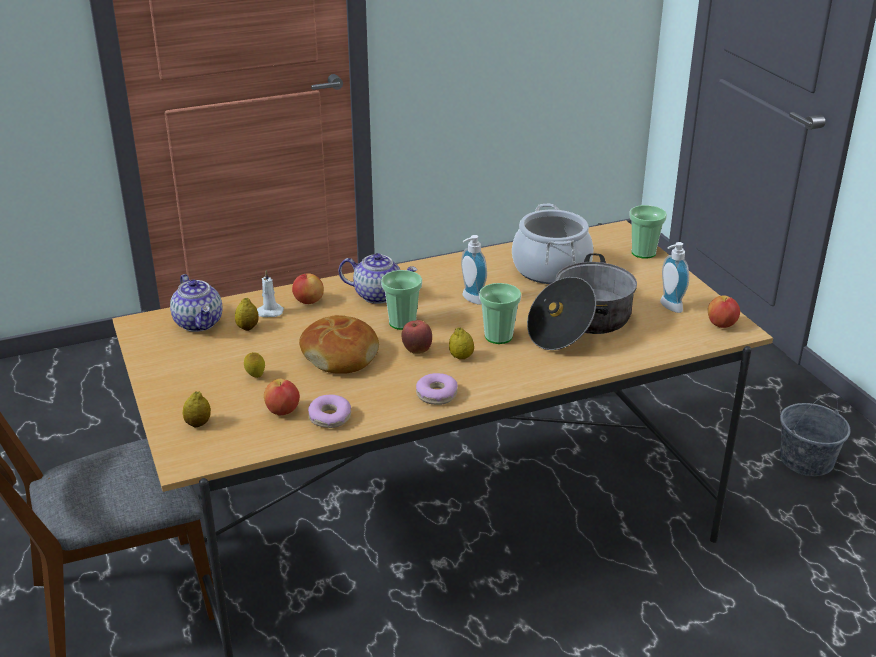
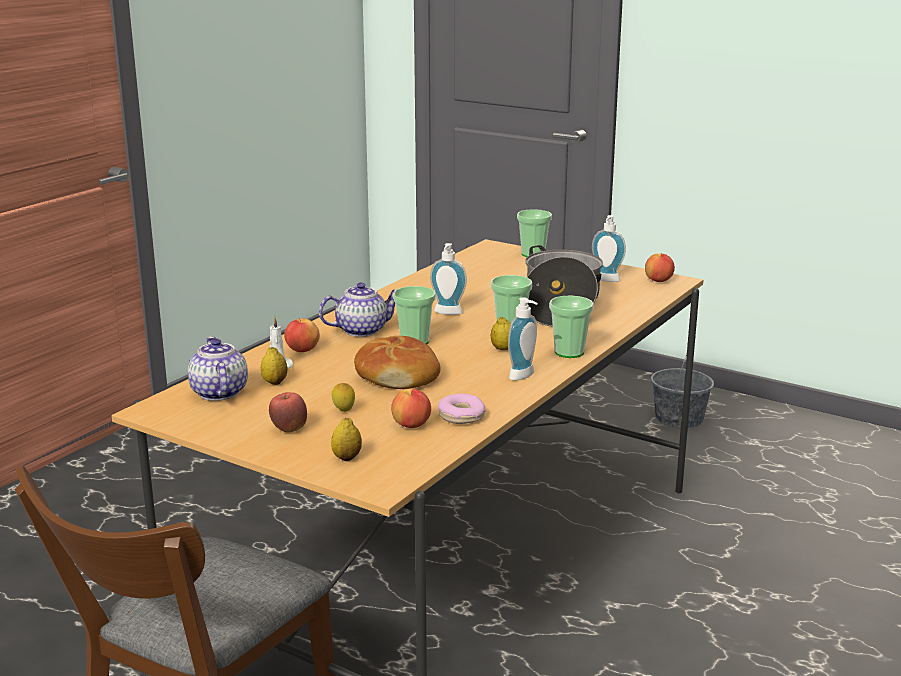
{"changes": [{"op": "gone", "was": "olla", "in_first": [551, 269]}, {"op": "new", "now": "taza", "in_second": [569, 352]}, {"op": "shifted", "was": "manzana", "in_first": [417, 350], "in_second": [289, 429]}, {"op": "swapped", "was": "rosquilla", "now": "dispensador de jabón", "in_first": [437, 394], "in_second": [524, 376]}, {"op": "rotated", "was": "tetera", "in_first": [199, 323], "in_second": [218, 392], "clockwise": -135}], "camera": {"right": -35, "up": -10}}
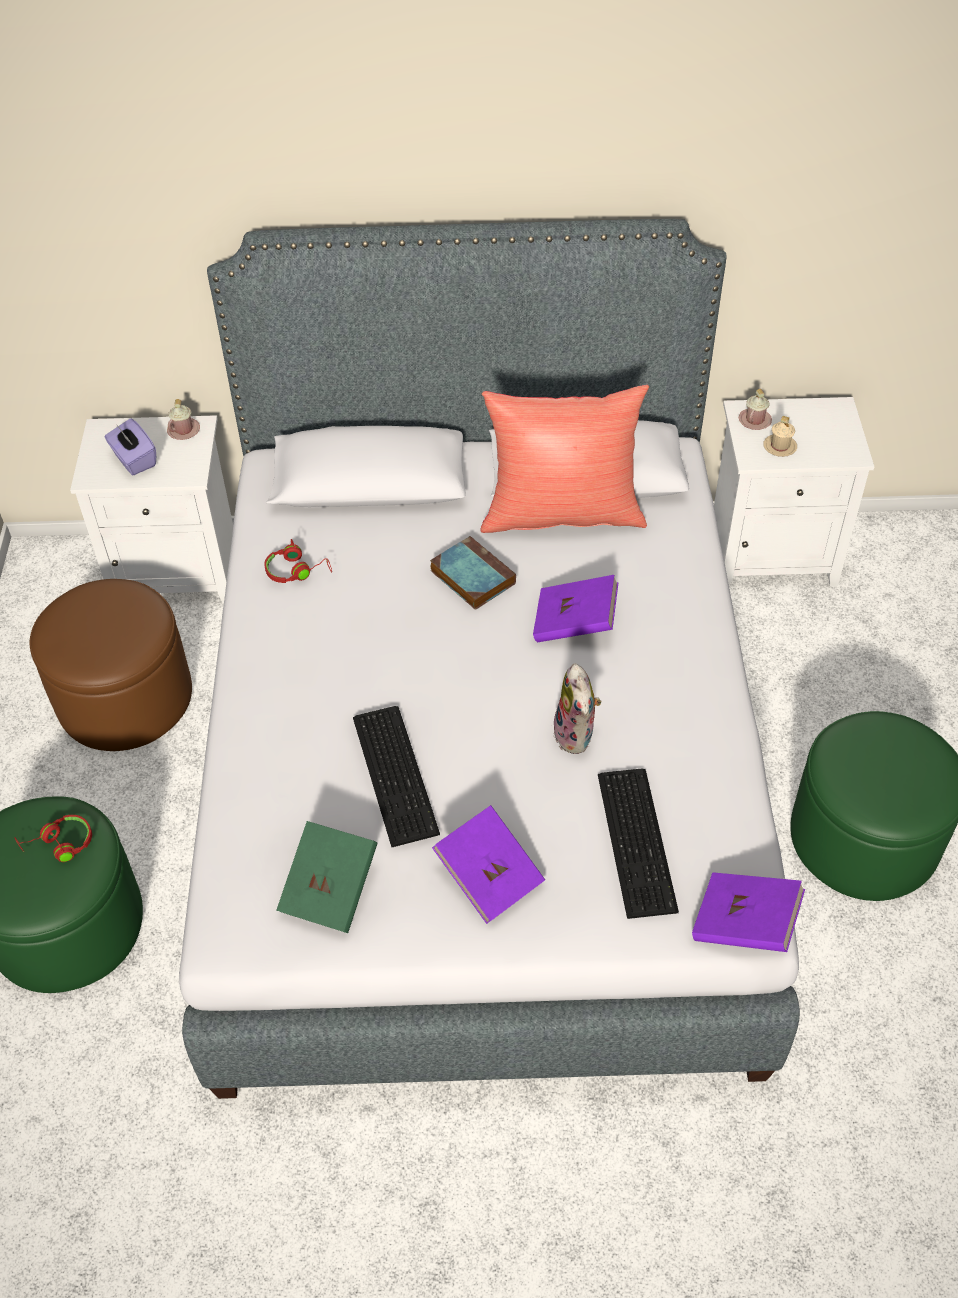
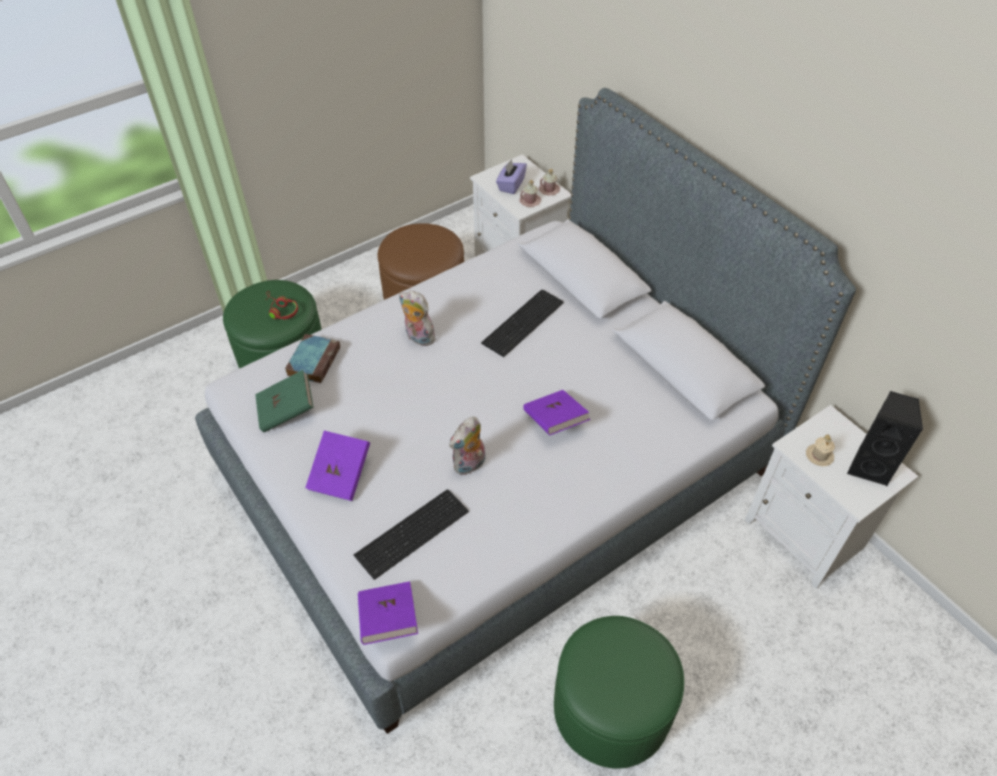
{"changes": [{"op": "gone", "was": "auriculares [rojo]", "in_first": [297, 570]}, {"op": "gone", "was": "cojín [rojo]", "in_first": [562, 513]}, {"op": "new", "now": "peluche", "in_second": [418, 337]}, {"op": "new", "now": "altavoz [negro]", "in_second": [869, 467]}, {"op": "shifted", "was": "teclado", "in_first": [397, 772], "in_second": [525, 323]}, {"op": "shifted", "was": "libro", "in_first": [471, 576], "in_second": [314, 360]}, {"op": "shifted", "was": "taza grande [rosa]", "in_first": [754, 420], "in_second": [530, 201]}], "camera": {"right": 55, "up": 0}}
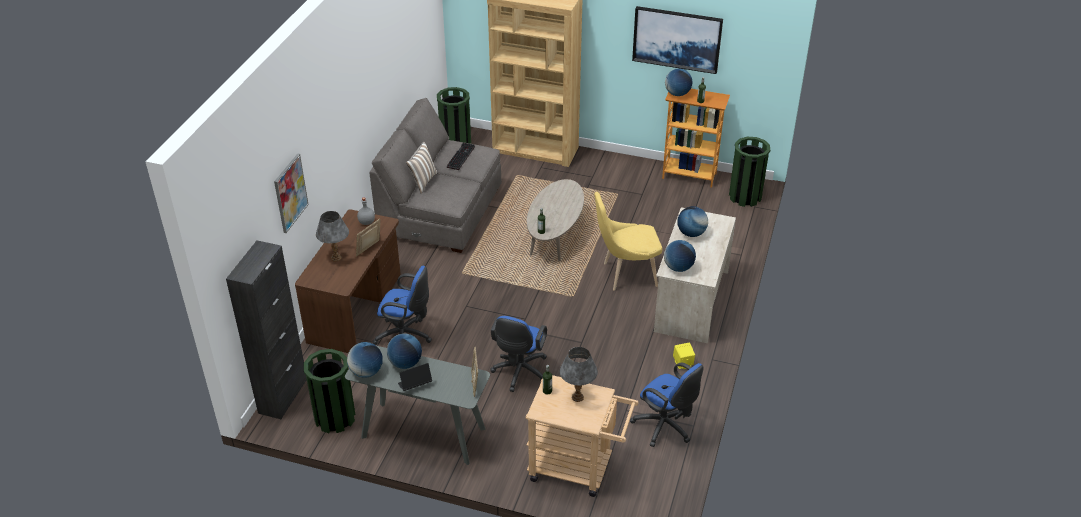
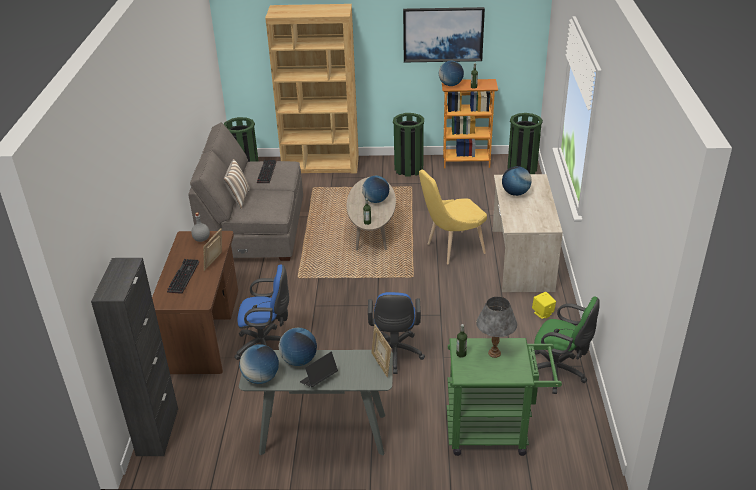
{"changes": [{"op": "gone", "was": "cuadro", "in_first": [290, 193]}, {"op": "shifted", "was": "papelera [verde]", "in_first": [335, 418], "in_second": [408, 169]}, {"op": "shifted", "was": "globo terráqueo", "in_first": [678, 268], "in_second": [376, 200]}, {"op": "swapped", "was": "lámpara de mesa [gris]", "now": "teclado", "in_first": [336, 257], "in_second": [182, 276]}, {"op": "repainted", "was": "carrito [beis]", "now": "carrito [verde]", "in_first": [578, 468], "in_second": [495, 432]}, {"op": "repainted", "was": "silla de oficina [azul]", "now": "silla de oficina [verde]", "in_first": [666, 427], "in_second": [558, 373]}], "camera": {"right": -15, "up": -5}}
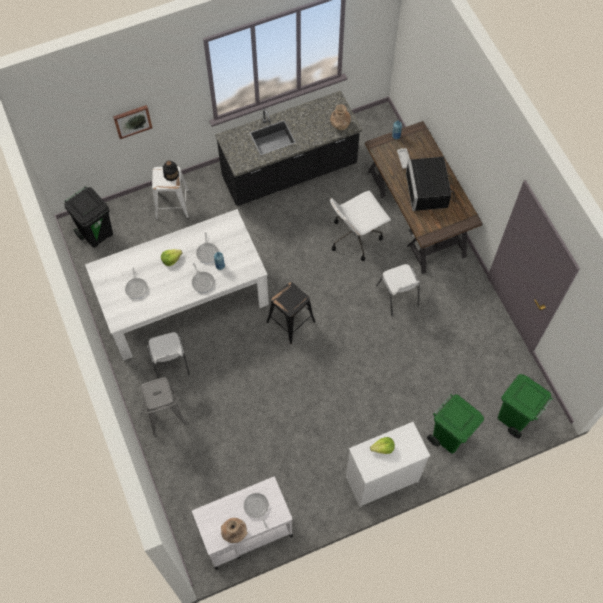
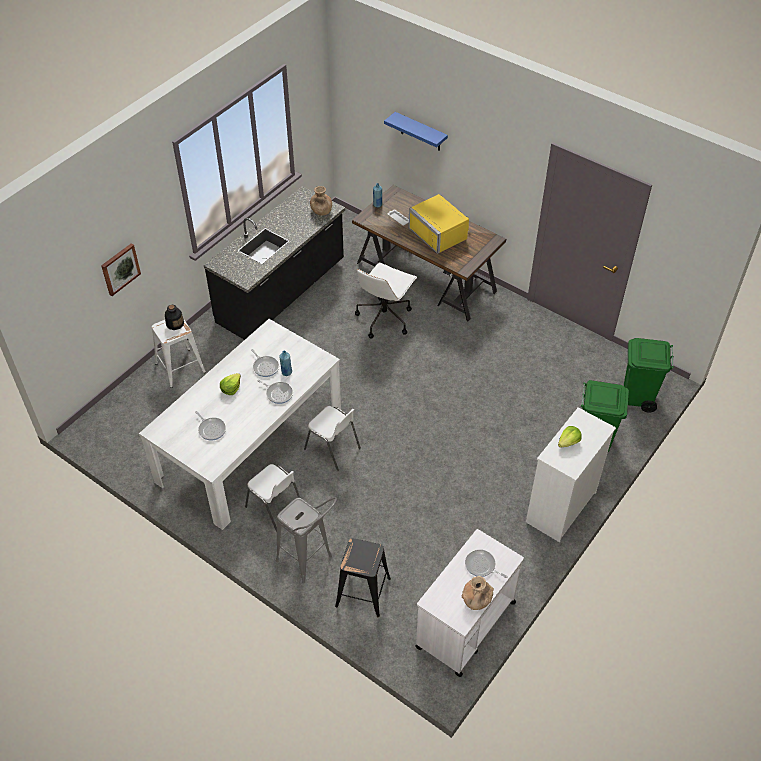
{"changes": [{"op": "gone", "was": "papelera [negro]", "in_first": [97, 233]}, {"op": "new", "now": "estante [azul]", "in_second": [420, 132]}, {"op": "shifted", "was": "taburete [negro]", "in_first": [291, 322], "in_second": [363, 592]}, {"op": "shifted", "was": "silla [blanco]", "in_first": [398, 296], "in_second": [333, 449]}, {"op": "repainted", "was": "microondas [negro]", "now": "microondas [amarillo]", "in_first": [430, 191], "in_second": [441, 233]}], "camera": {"right": -30, "up": -15}}
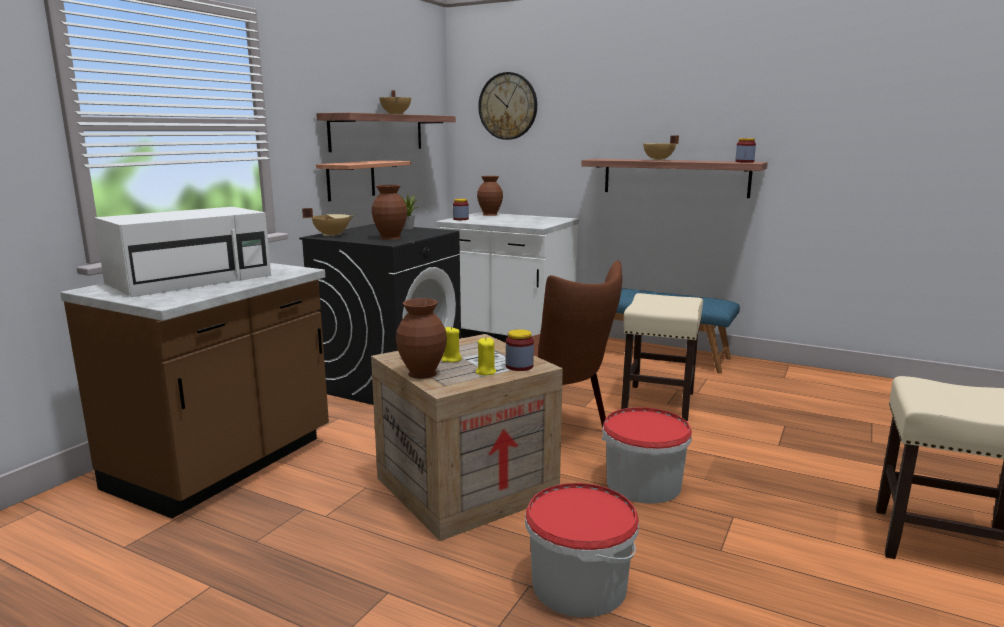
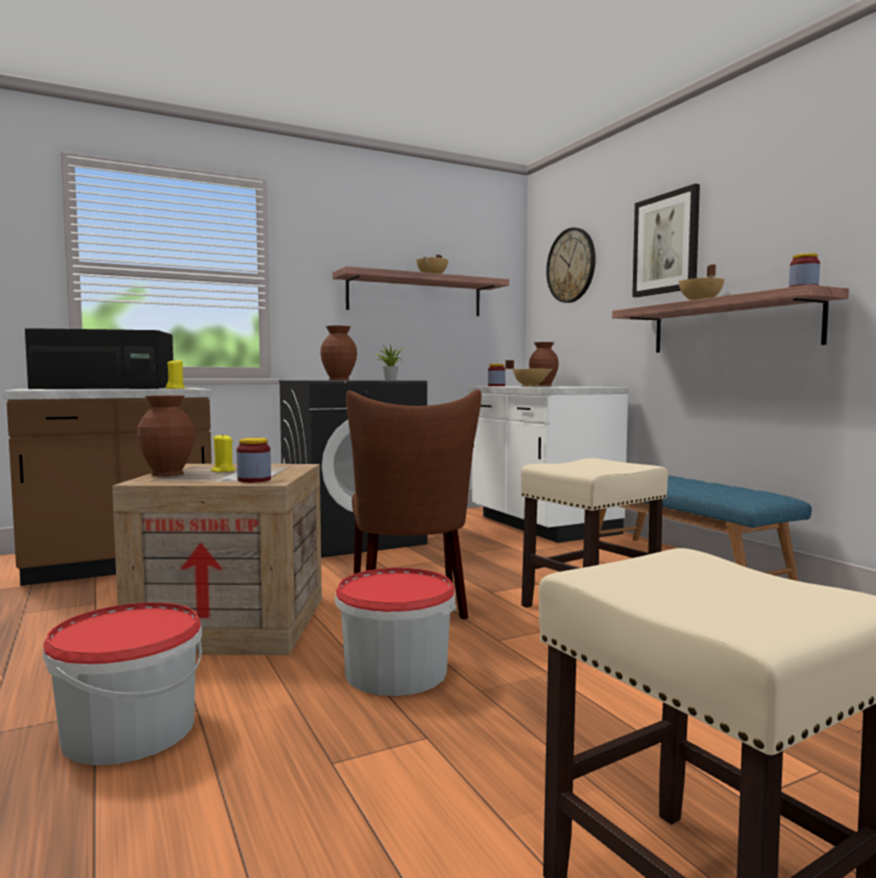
{"changes": [{"op": "gone", "was": "estante", "in_first": [351, 180]}, {"op": "new", "now": "cuadro", "in_second": [666, 244]}, {"op": "shifted", "was": "olla [beis]", "in_first": [331, 235], "in_second": [530, 386]}, {"op": "shifted", "was": "vela [amarillo]", "in_first": [485, 372], "in_second": [175, 388]}, {"op": "repainted", "was": "microondas [blanco]", "now": "microondas [negro]", "in_first": [192, 279], "in_second": [107, 388]}], "camera": {"right": 35, "up": -10}}
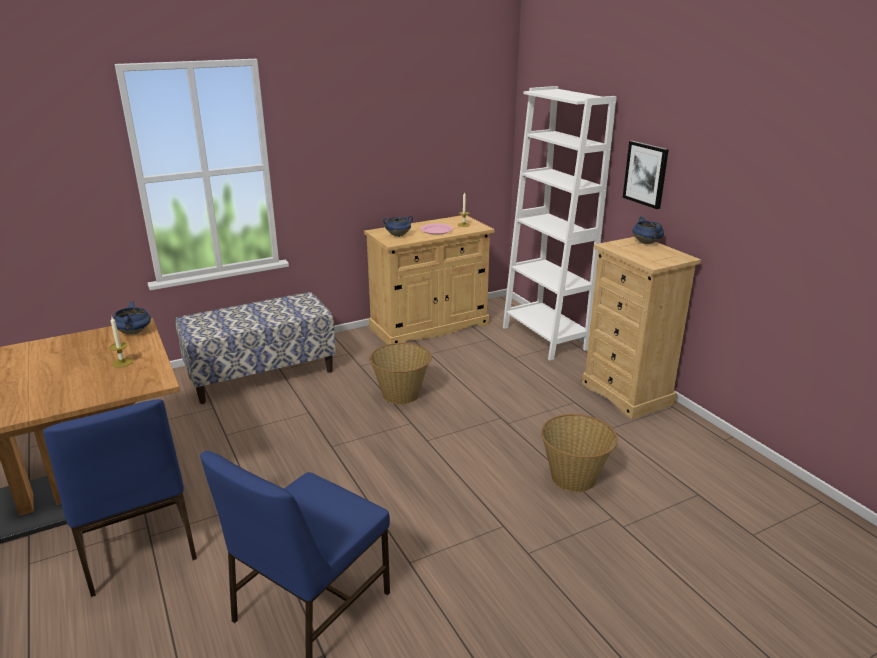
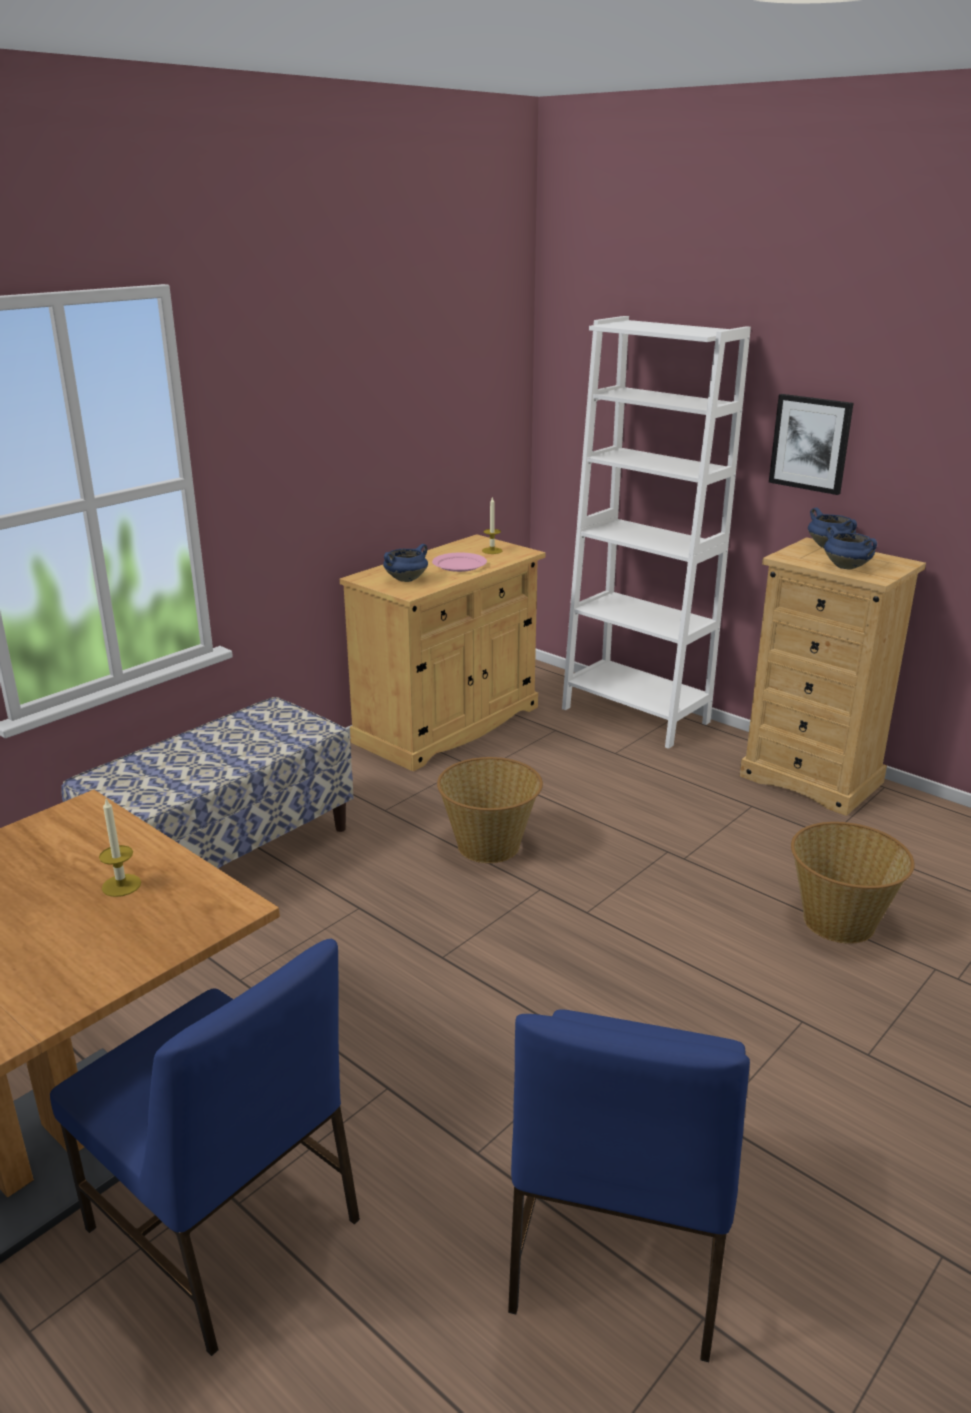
{"changes": [{"op": "shifted", "was": "olla [azul]", "in_first": [134, 332], "in_second": [847, 567]}], "camera": {"right": -20, "up": 0}}
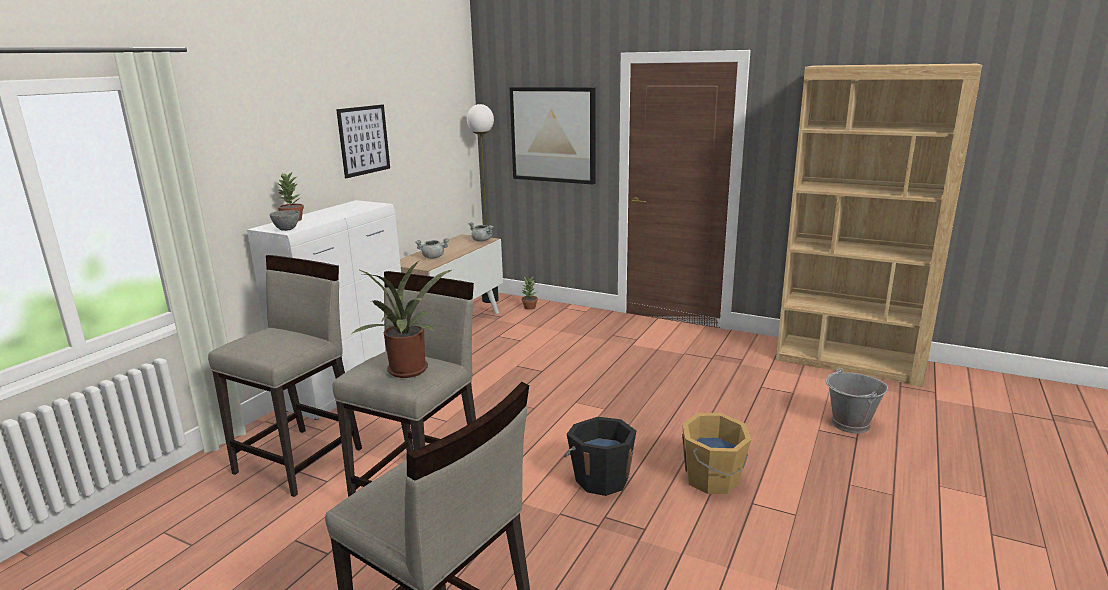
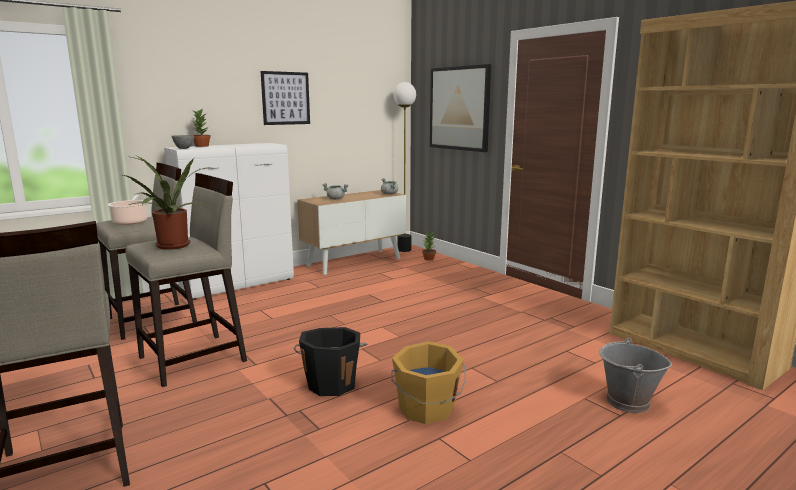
{"changes": [{"op": "new", "now": "olla", "in_second": [131, 221]}], "camera": {"right": 25, "up": -5}}
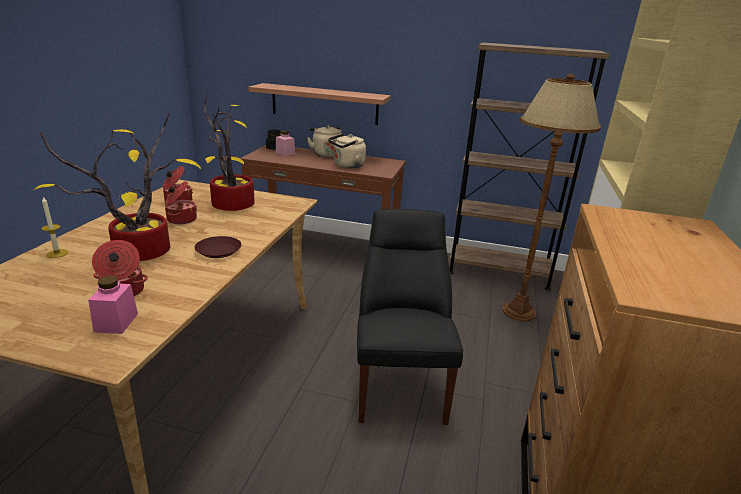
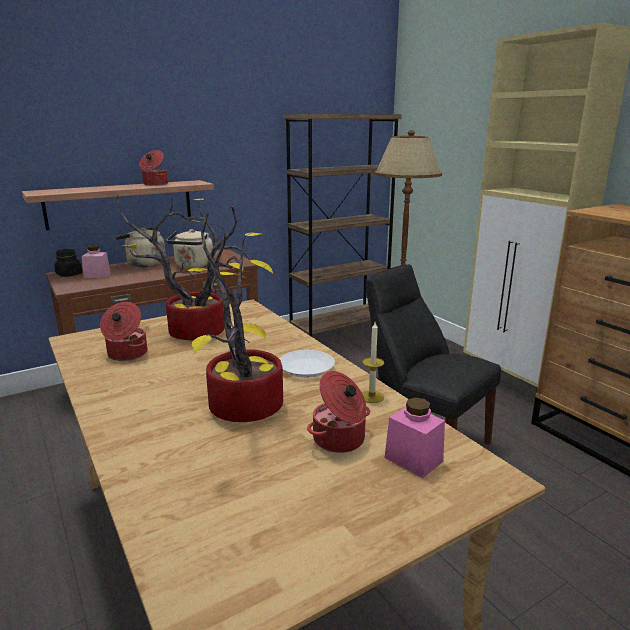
{"changes": [{"op": "shifted", "was": "vela", "in_first": [57, 253], "in_second": [371, 396]}, {"op": "shifted", "was": "olla", "in_first": [181, 219], "in_second": [155, 184]}, {"op": "repainted", "was": "plato [marrón]", "now": "plato [blanco]", "in_first": [219, 251], "in_second": [306, 368]}], "camera": {"right": -45, "up": -5}}
